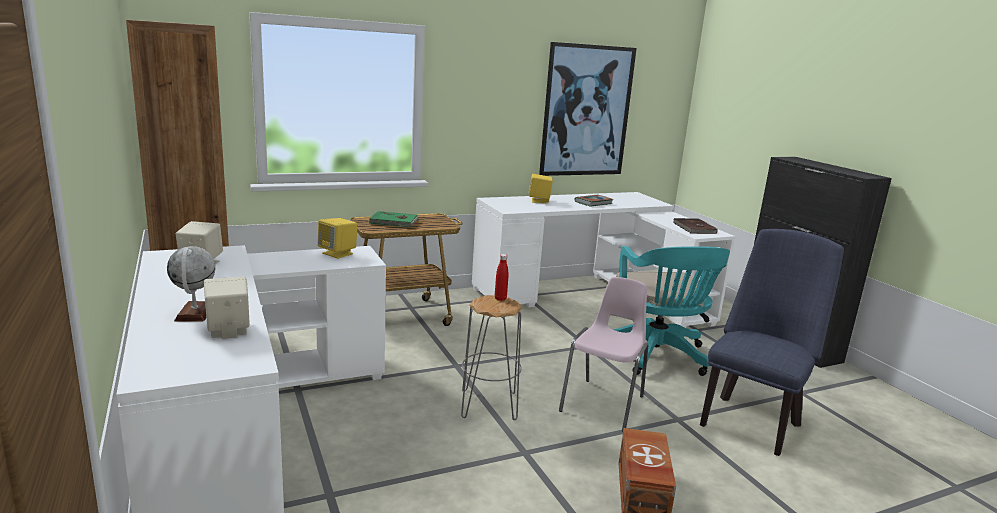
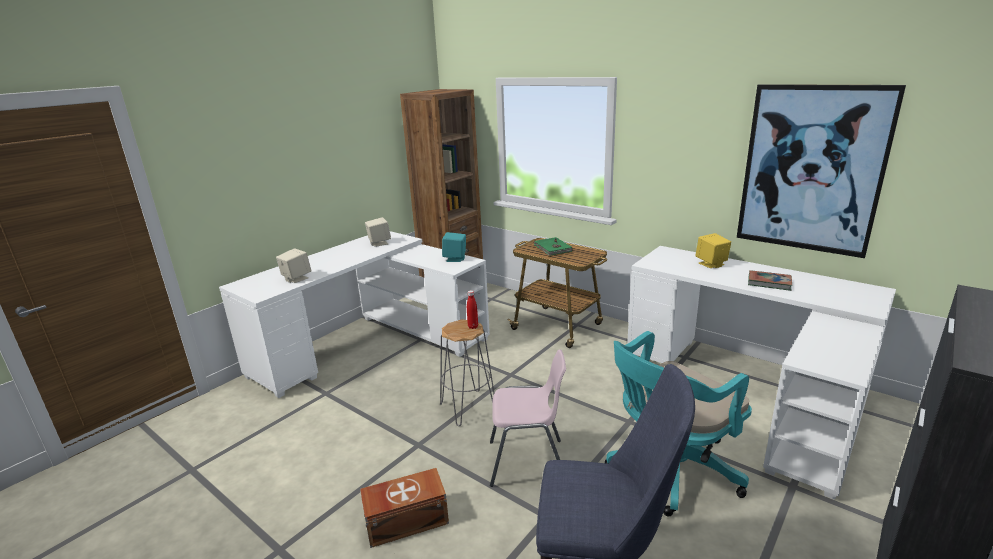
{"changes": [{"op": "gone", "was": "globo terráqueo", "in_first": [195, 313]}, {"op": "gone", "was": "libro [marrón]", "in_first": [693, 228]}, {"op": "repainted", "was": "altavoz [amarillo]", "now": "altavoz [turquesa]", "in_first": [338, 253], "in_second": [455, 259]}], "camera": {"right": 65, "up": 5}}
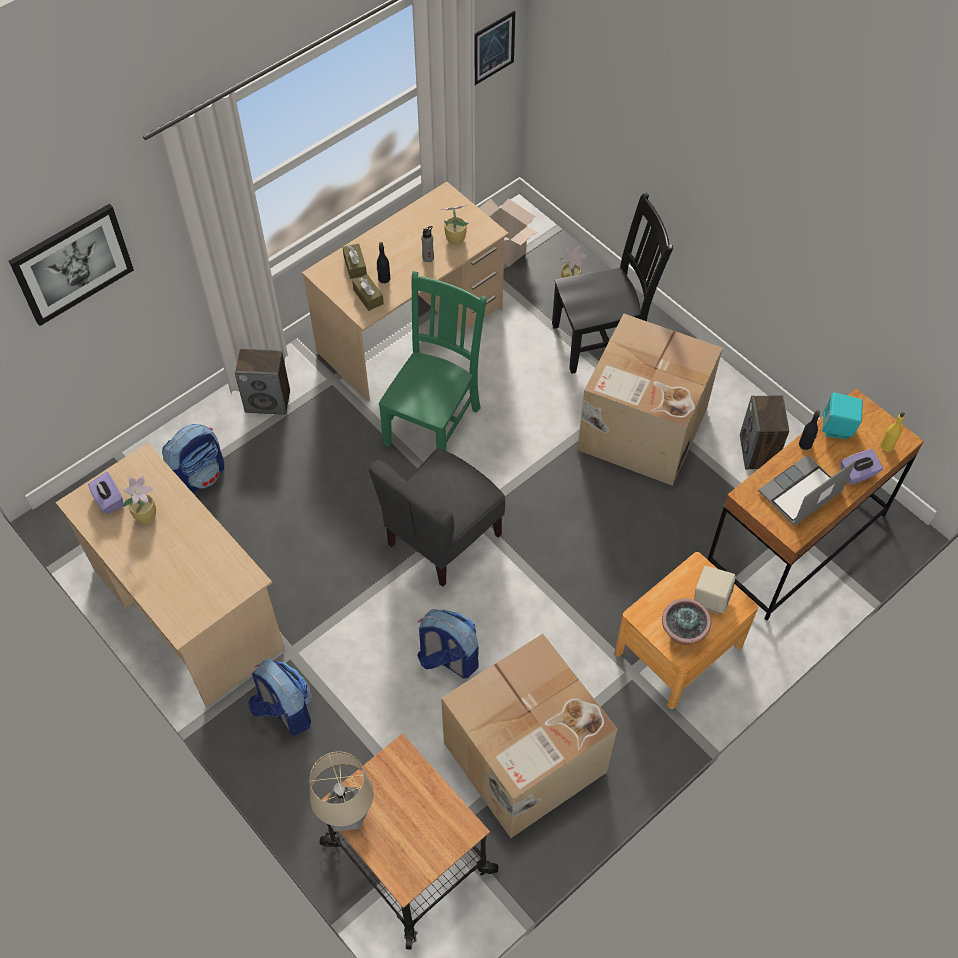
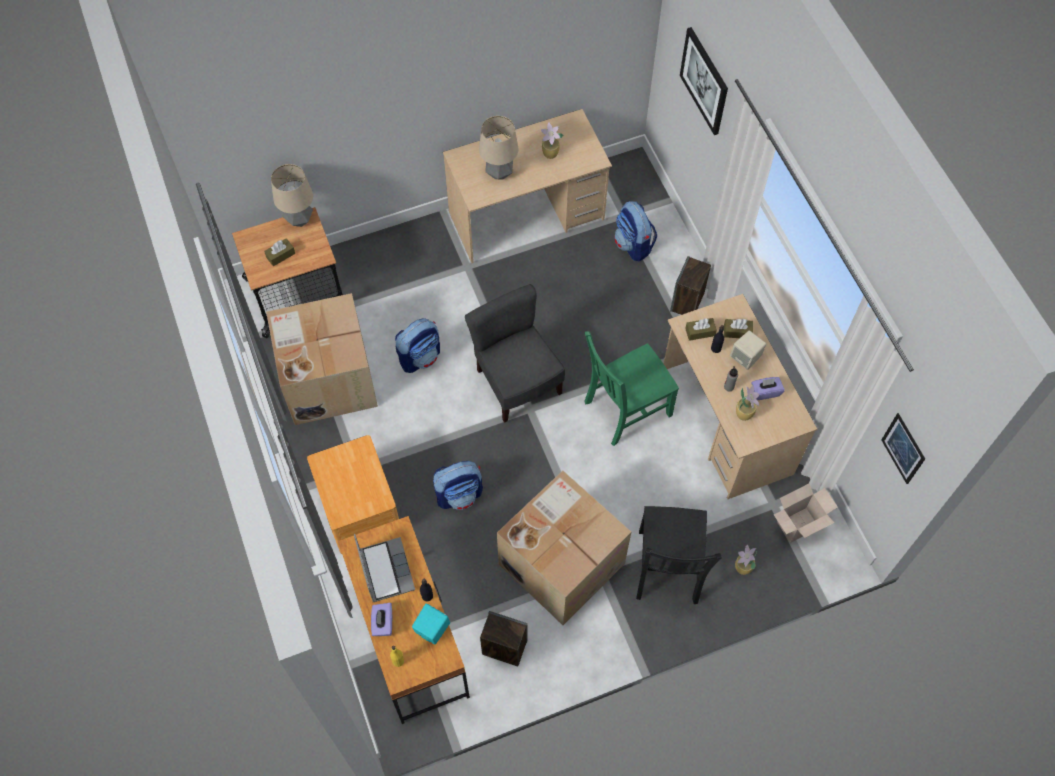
{"changes": [{"op": "gone", "was": "planta en maceta", "in_first": [682, 633]}, {"op": "new", "now": "caja de pañuelos [marrón]", "in_second": [280, 255]}, {"op": "new", "now": "lámpara de mesa", "in_second": [499, 173]}, {"op": "shifted", "was": "caja de pañuelos [morado]", "in_first": [108, 500], "in_second": [765, 392]}, {"op": "shifted", "was": "mochila", "in_first": [284, 710], "in_second": [459, 494]}, {"op": "shifted", "was": "altavoz [beis]", "in_first": [710, 599], "in_second": [745, 358]}, {"op": "rotated", "was": "silla [verde]", "in_first": [434, 423], "in_second": [625, 409], "clockwise": 105}], "camera": {"right": 110, "up": 5}}
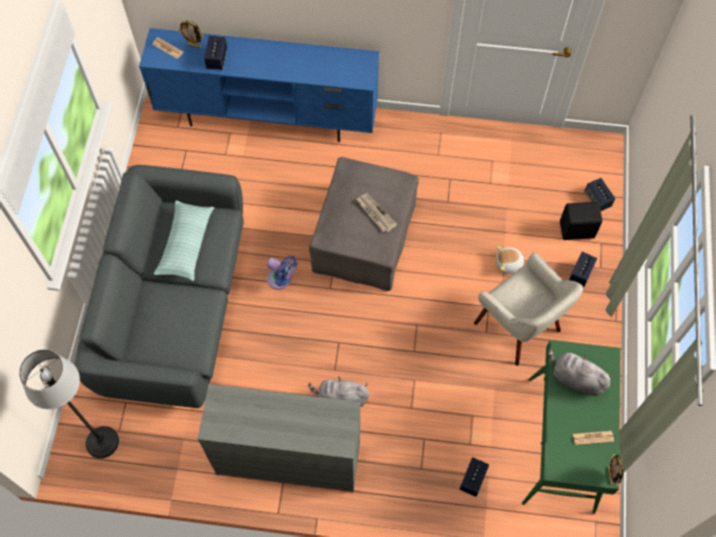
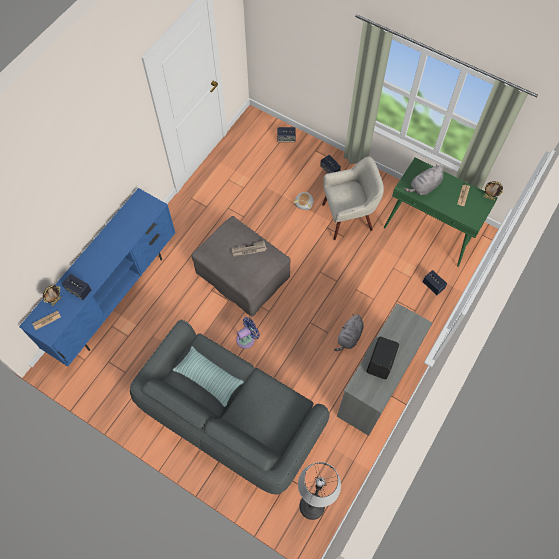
{"changes": [{"op": "shifted", "was": "altavoz [negro]", "in_first": [577, 231], "in_second": [381, 363]}], "camera": {"right": -65, "up": 0}}
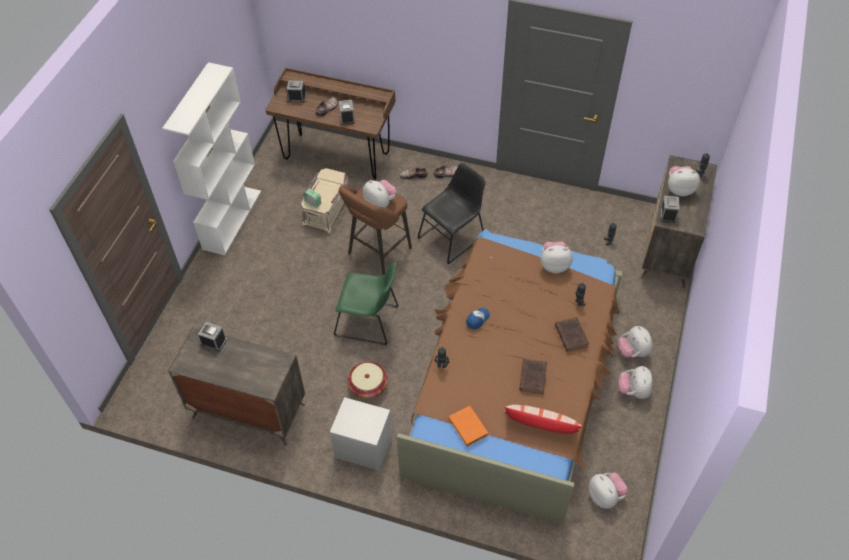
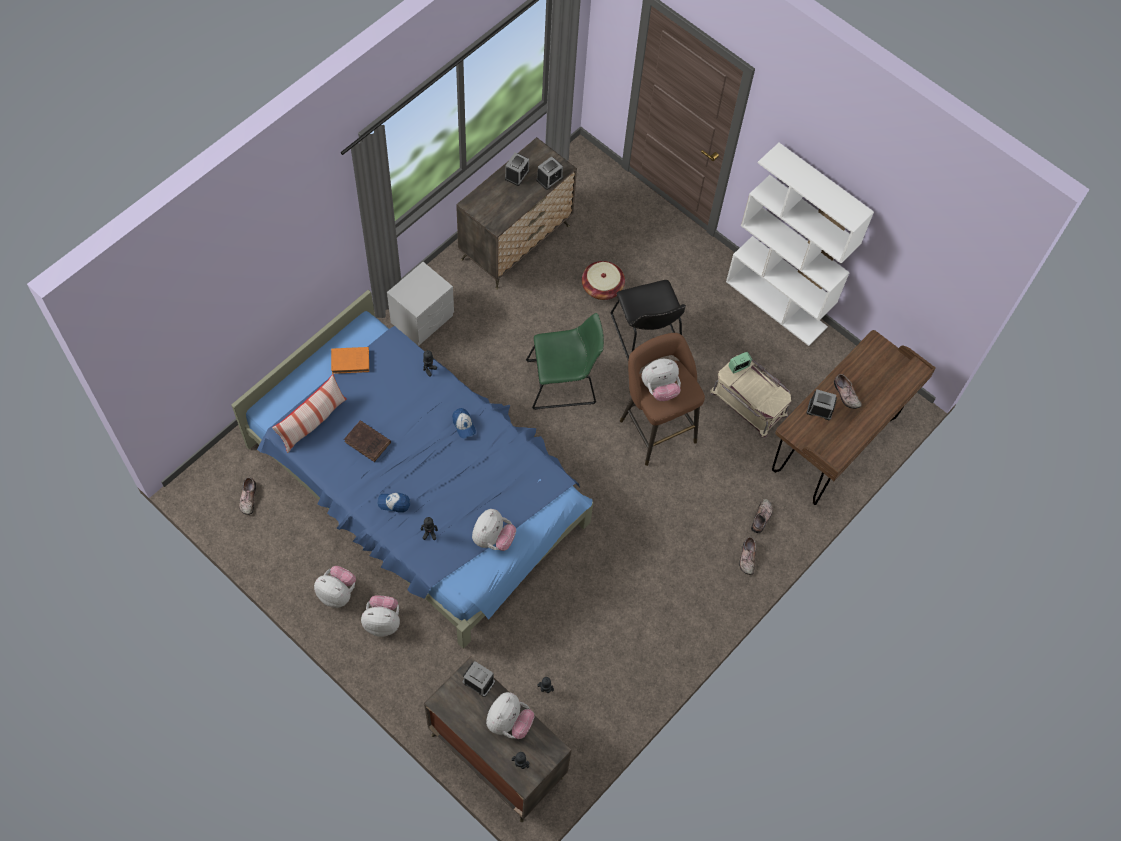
{"changes": [{"op": "shifted", "was": "despertador", "in_first": [297, 97], "in_second": [517, 174]}, {"op": "shifted", "was": "cesta", "in_first": [368, 386], "in_second": [602, 287]}, {"op": "shifted", "was": "silla [negro]", "in_first": [453, 236], "in_second": [647, 336]}, {"op": "swapped", "was": "libro [marrón]", "now": "gorra", "in_first": [571, 335], "in_second": [394, 503]}, {"op": "swapped", "was": "peluche", "now": "zapato", "in_first": [605, 496], "in_second": [247, 498]}, {"op": "repainted", "was": "cama [marrón]", "now": "cama [azul]", "in_first": [515, 378], "in_second": [419, 486]}, {"op": "rotated", "was": "silla [verde]", "in_first": [369, 321], "in_second": [564, 382], "clockwise": -135}], "camera": {"right": 110, "up": 10}}
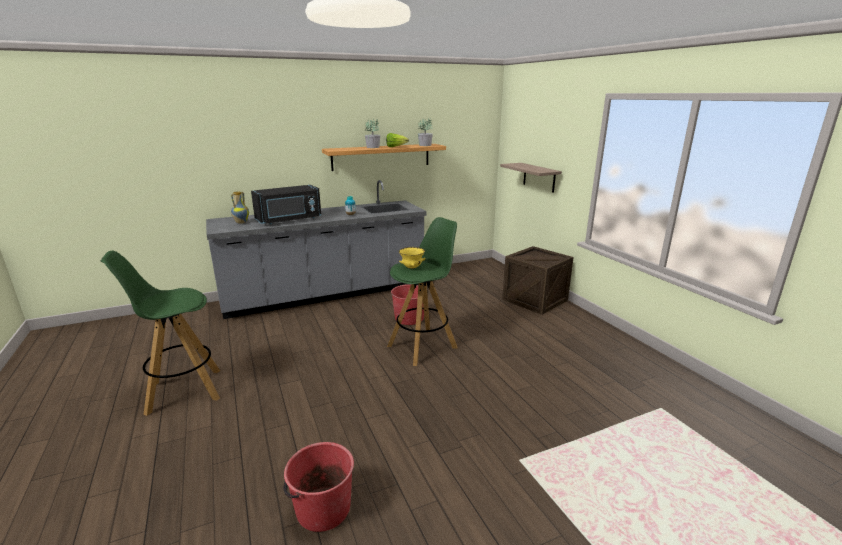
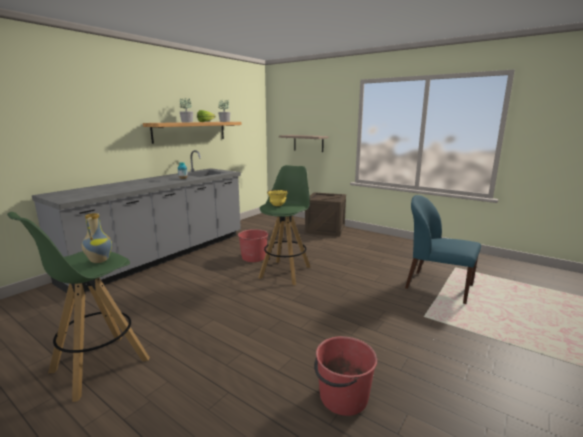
{"changes": [{"op": "gone", "was": "microondas [negro]", "in_first": [289, 220]}, {"op": "new", "now": "silla [azul]", "in_second": [437, 286]}, {"op": "shifted", "was": "florero", "in_first": [241, 222], "in_second": [99, 261]}], "camera": {"right": -30, "up": -5}}
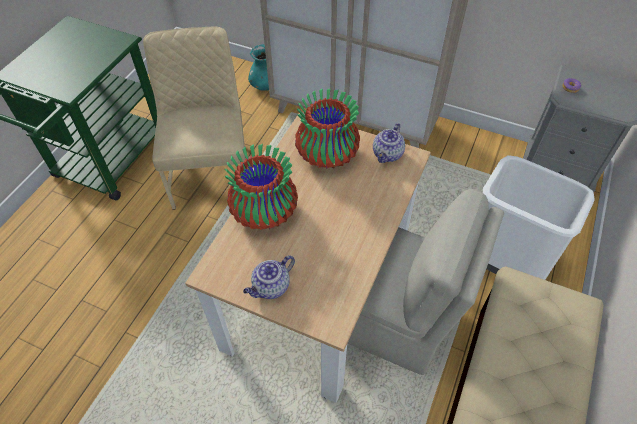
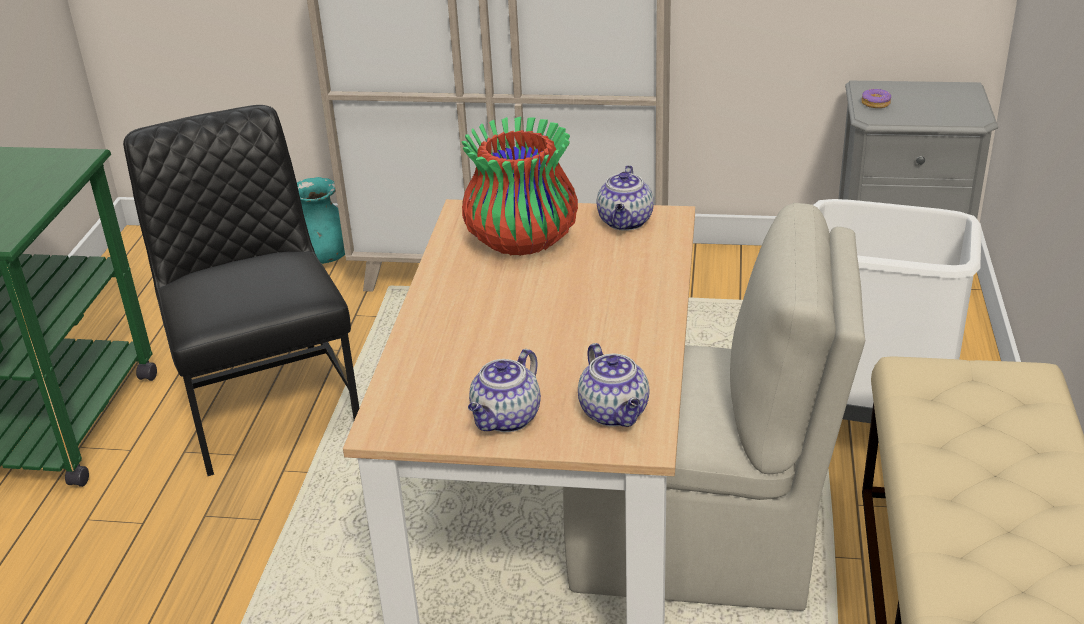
{"changes": [{"op": "gone", "was": "florero", "in_first": [265, 212]}, {"op": "new", "now": "tetera", "in_second": [615, 413]}, {"op": "repainted", "was": "silla [beis]", "now": "silla [negro]", "in_first": [212, 172], "in_second": [267, 404]}], "camera": {"right": -15, "up": -20}}
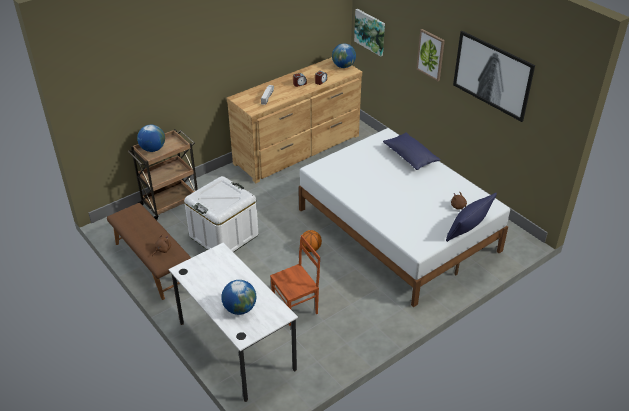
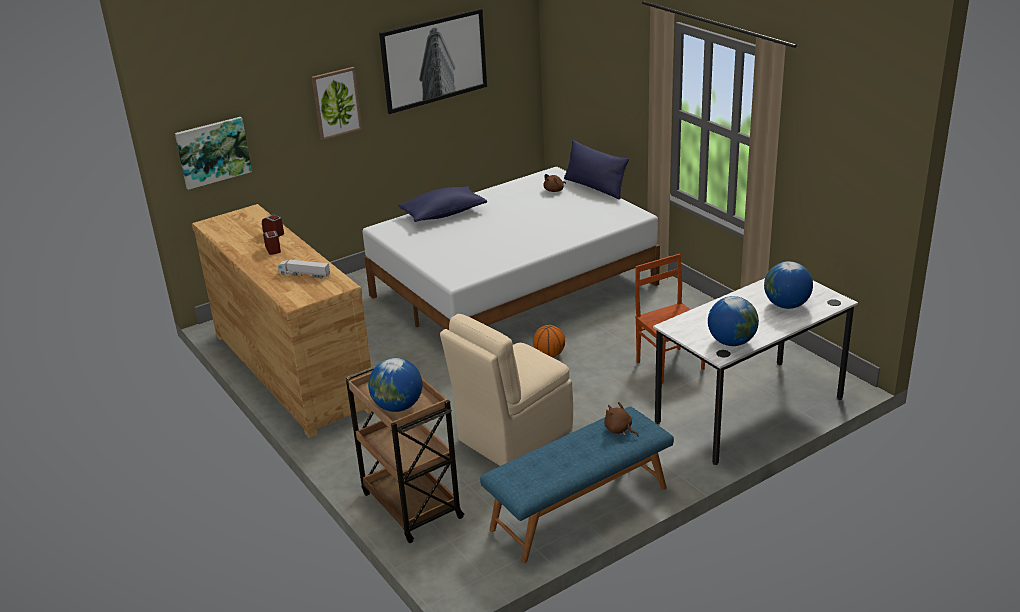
{"changes": [{"op": "shifted", "was": "globo terráqueo", "in_first": [343, 66], "in_second": [731, 342]}, {"op": "swapped", "was": "caja de almacenaje [blanco]", "now": "silla [beis]", "in_first": [224, 236], "in_second": [512, 435]}, {"op": "repainted", "was": "banco [marrón]", "now": "banco [azul]", "in_first": [152, 263], "in_second": [580, 509]}], "camera": {"right": -85, "up": -10}}
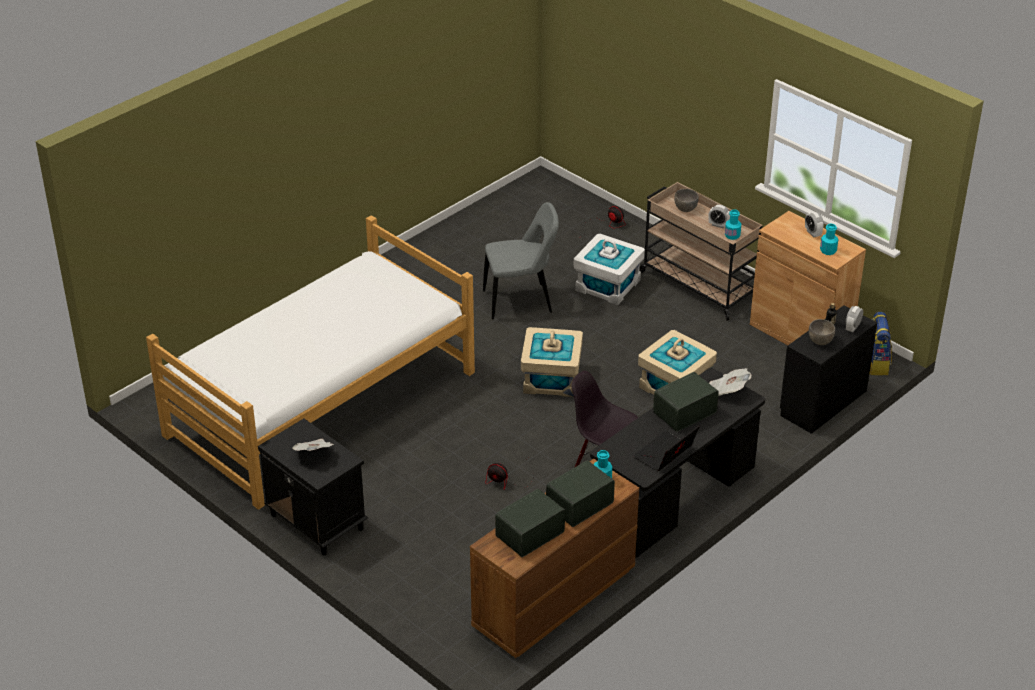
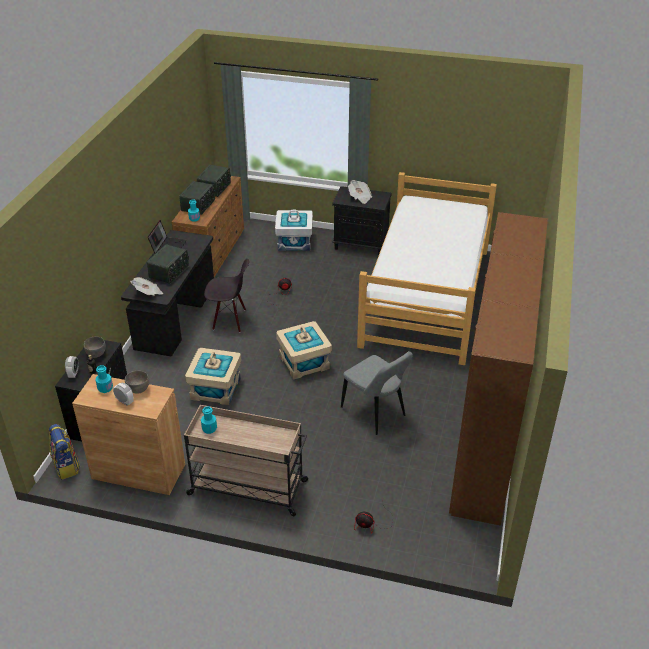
{"changes": [{"op": "gone", "was": "despertador", "in_first": [718, 225]}, {"op": "new", "now": "armario ropero [marrón]", "in_second": [487, 436]}, {"op": "shifted", "was": "caja de almacenaje [blanco]", "in_first": [607, 285], "in_second": [294, 241]}, {"op": "shifted", "was": "cuenco [gris]", "in_first": [685, 209], "in_second": [138, 390]}, {"op": "rotated", "was": "silla [gris]", "in_first": [521, 301], "in_second": [375, 413], "clockwise": -90}], "camera": {"right": 150, "up": 0}}
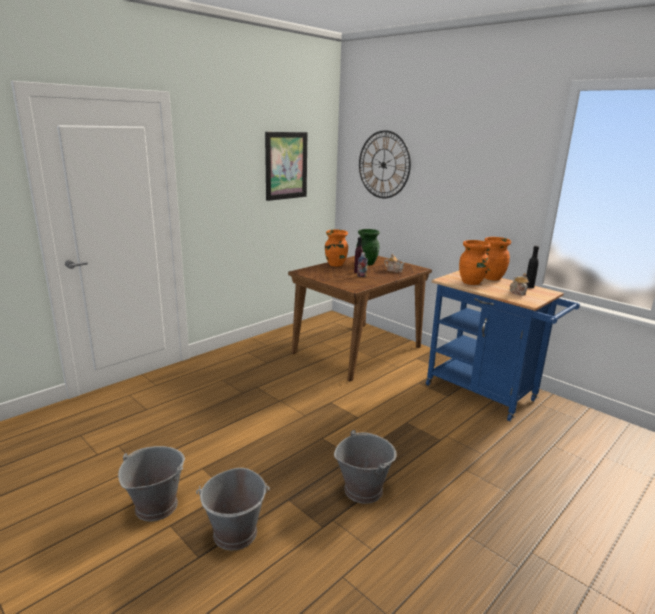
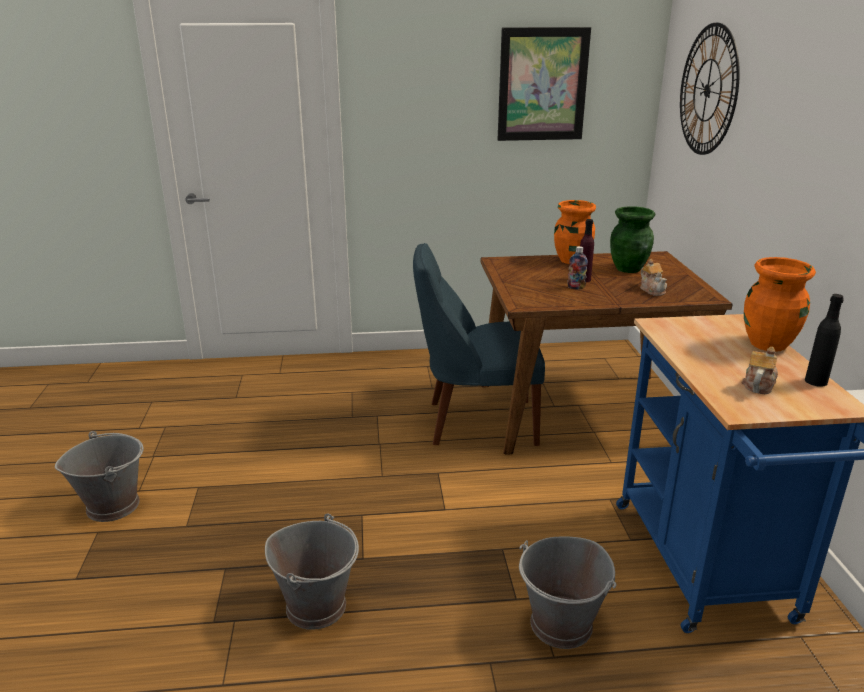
{"changes": [{"op": "gone", "was": "florero [naranja]", "in_first": [471, 282]}, {"op": "new", "now": "silla [azul]", "in_second": [476, 422]}, {"op": "shifted", "was": "cubo [gris]", "in_first": [236, 533], "in_second": [562, 625]}], "camera": {"right": 40, "up": 5}}
